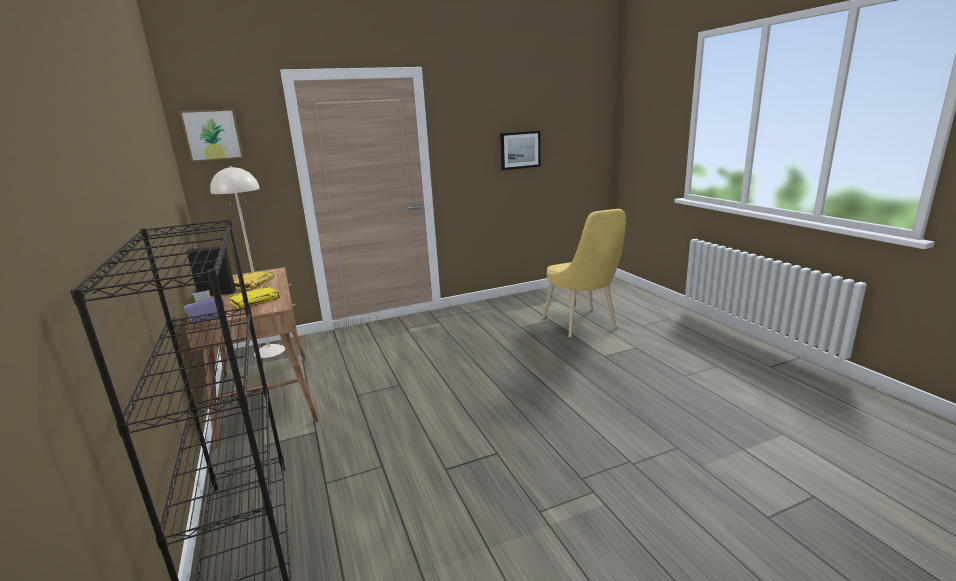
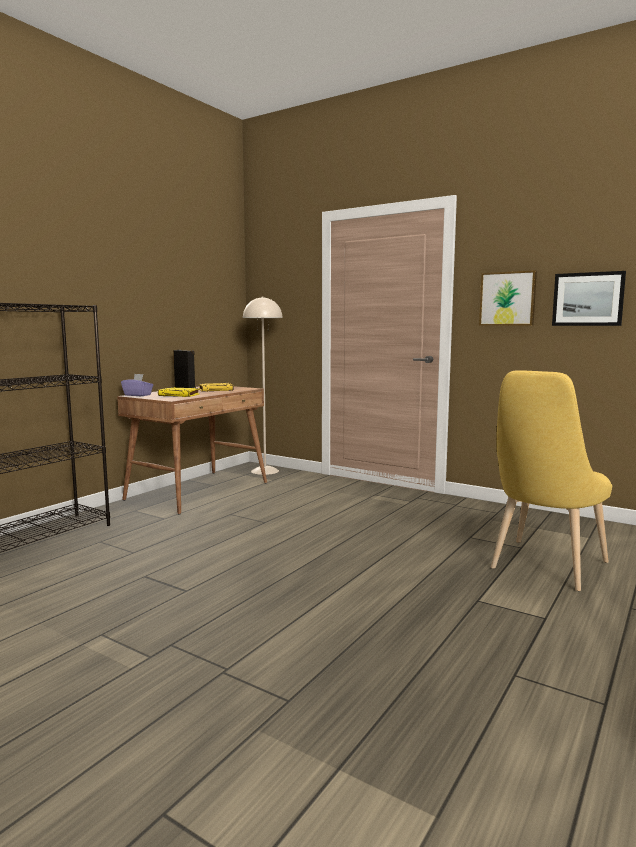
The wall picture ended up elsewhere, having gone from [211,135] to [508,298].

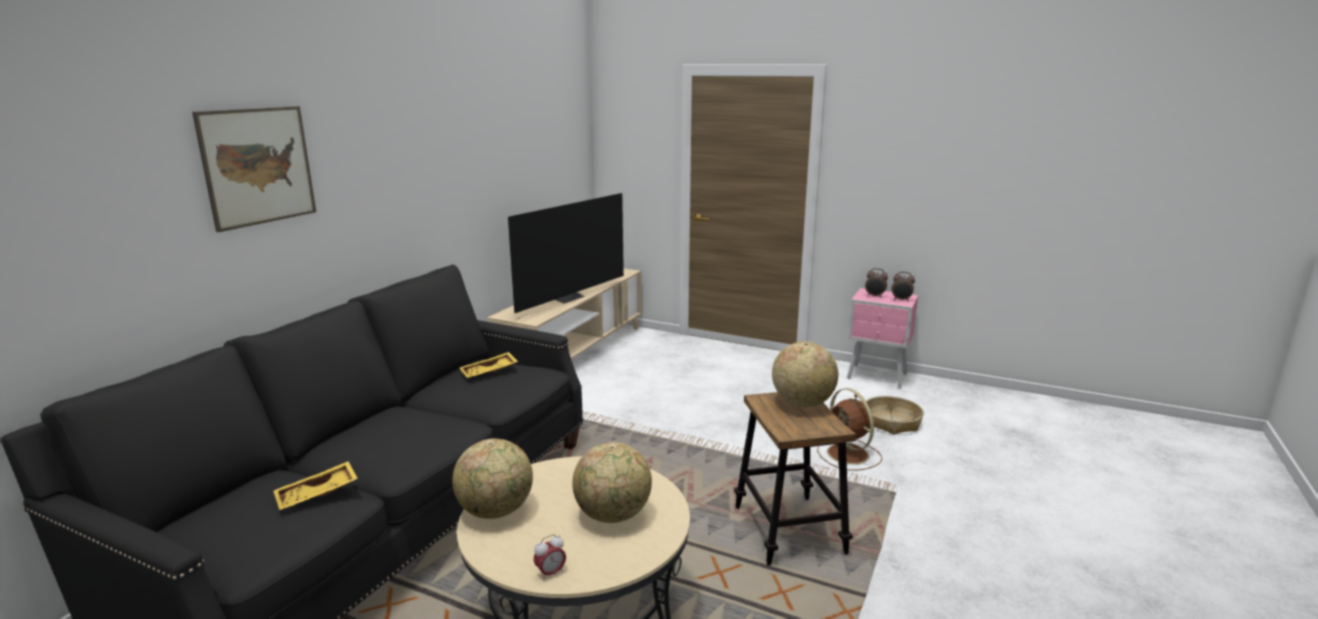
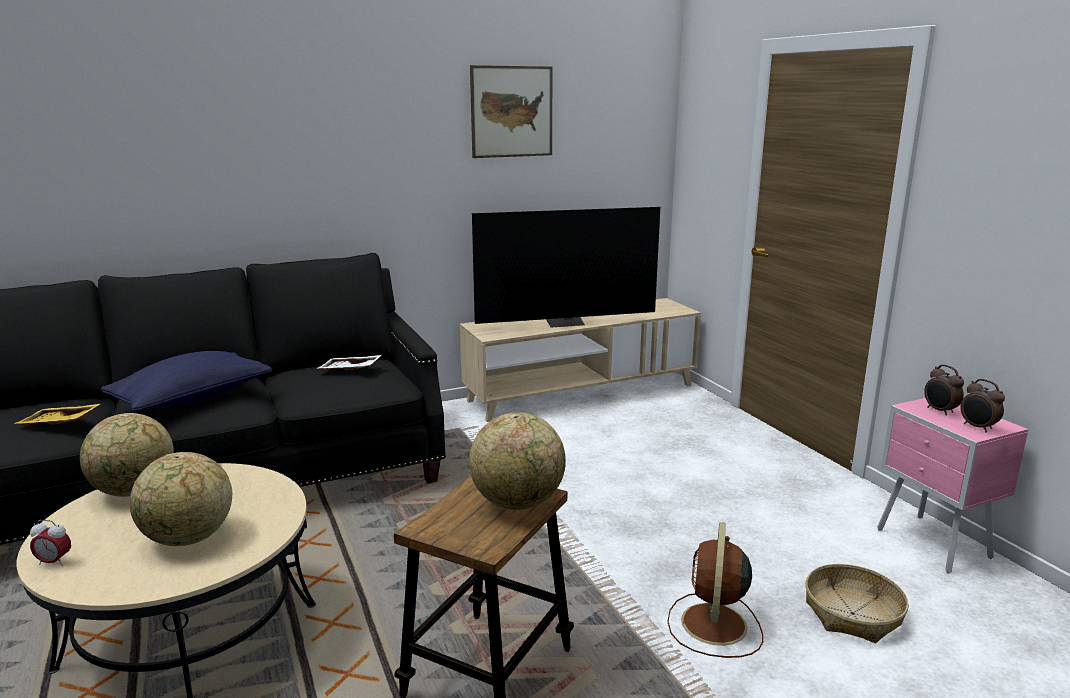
The second view gained the cushion (blue) at [186,381].
What was the carrying tray (yellow-coloured) at [489,365] turned into the carrying tray (white) at [350,362].
The wall picture ended up elsewhere, having gone from [254,169] to [511,111].

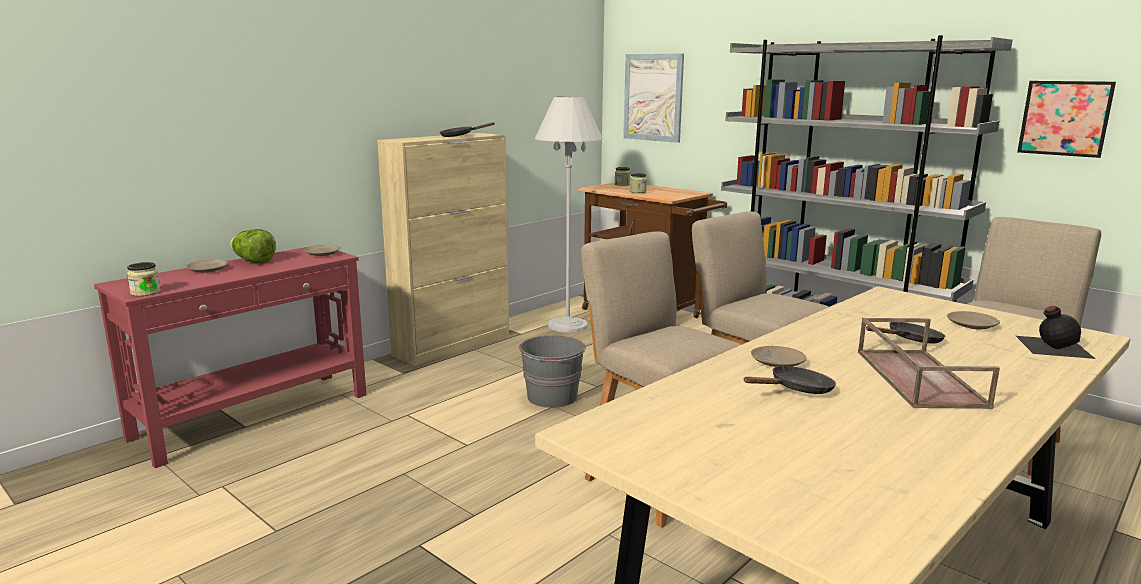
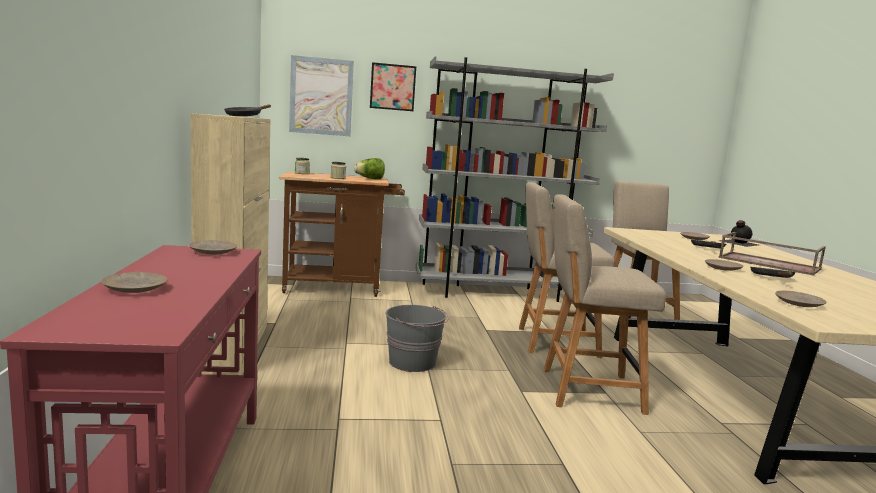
The lettuce head ended up elsewhere, having gone from [253,246] to [369,168].
The wall picture ended up elsewhere, having gone from [1066,119] to [393,86].
The second view gained the plate (sand-coloured) at [801,299].
The second view lost the jar at [144,279].
The second view lost the standing lamp (white) at [569,214].

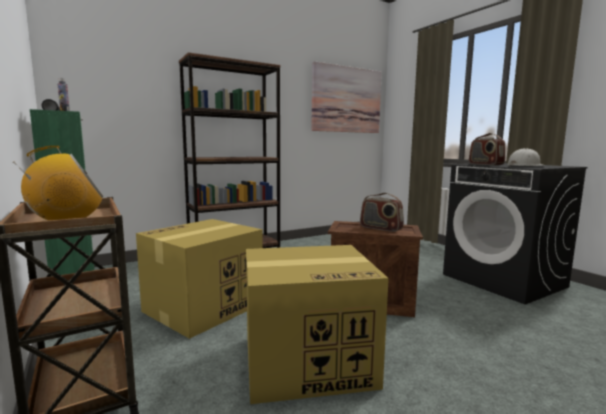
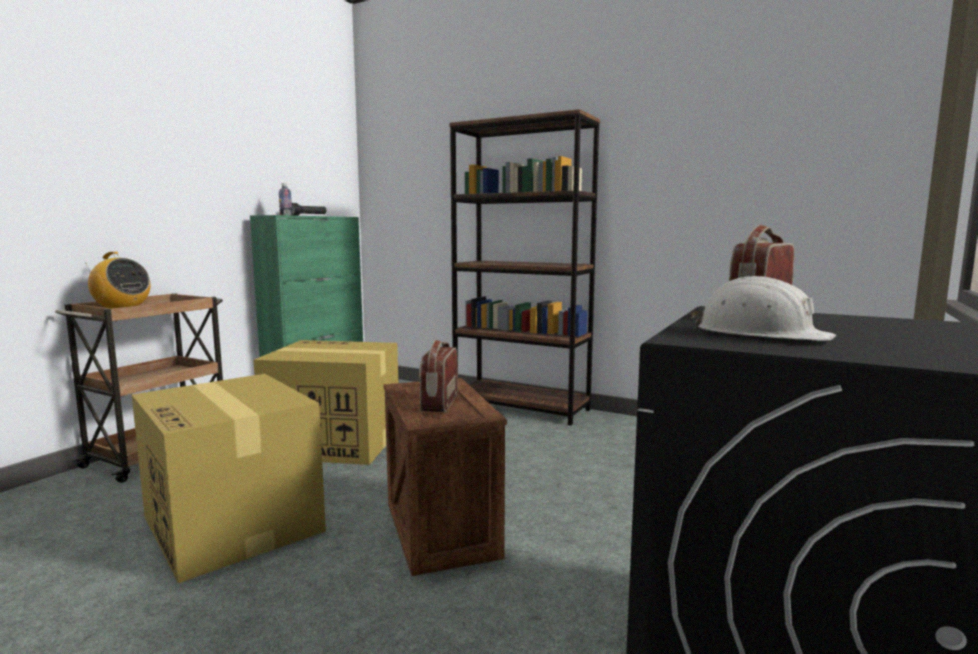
The second view lost the wall picture at [346,97].

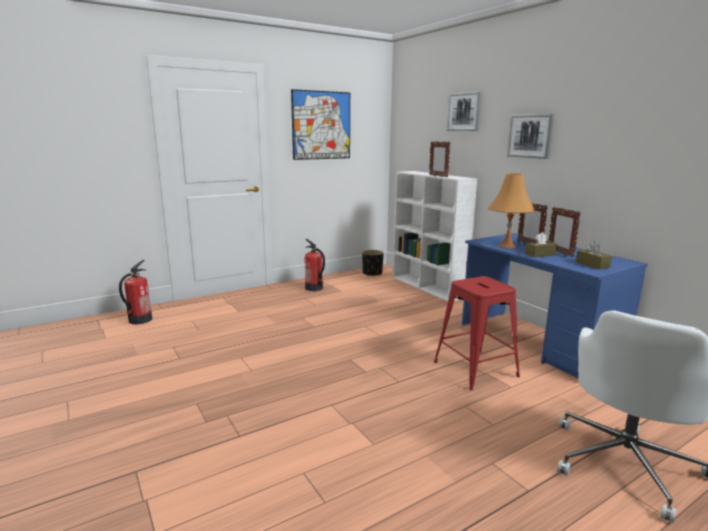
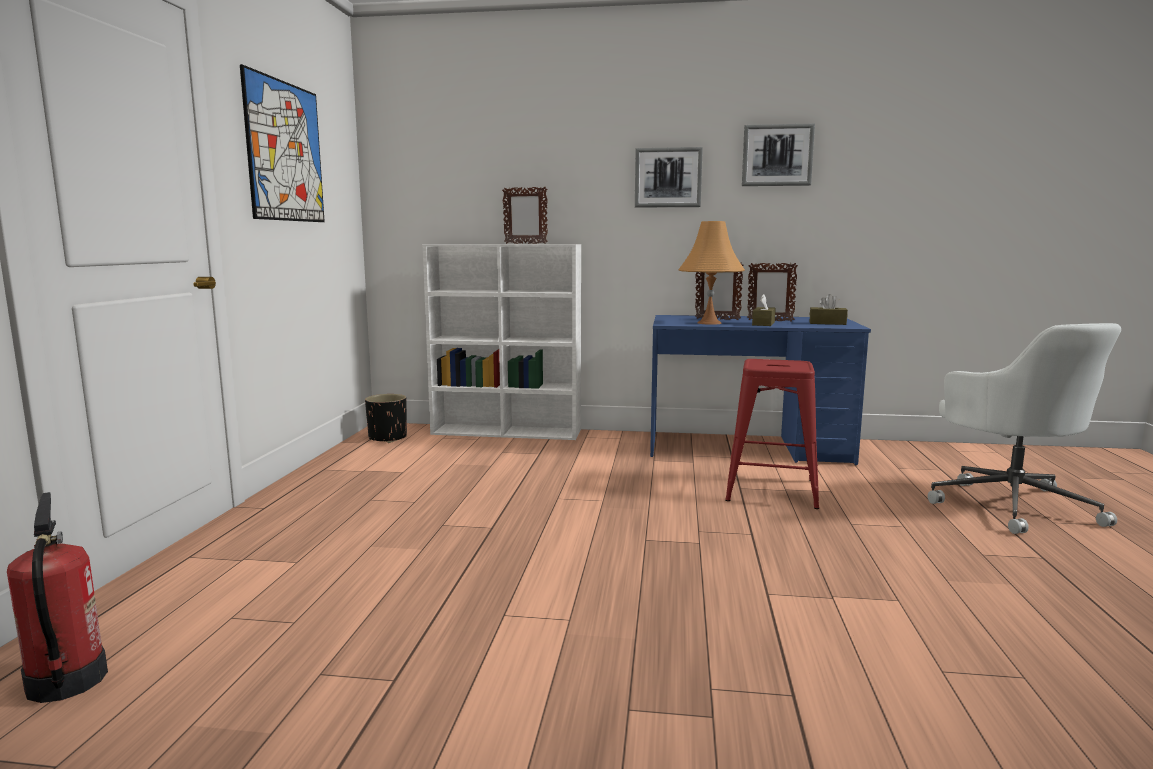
The wall picture ended up elsewhere, having gone from [464,111] to [778,154].
The second view lost the extinguisher at [315,265].

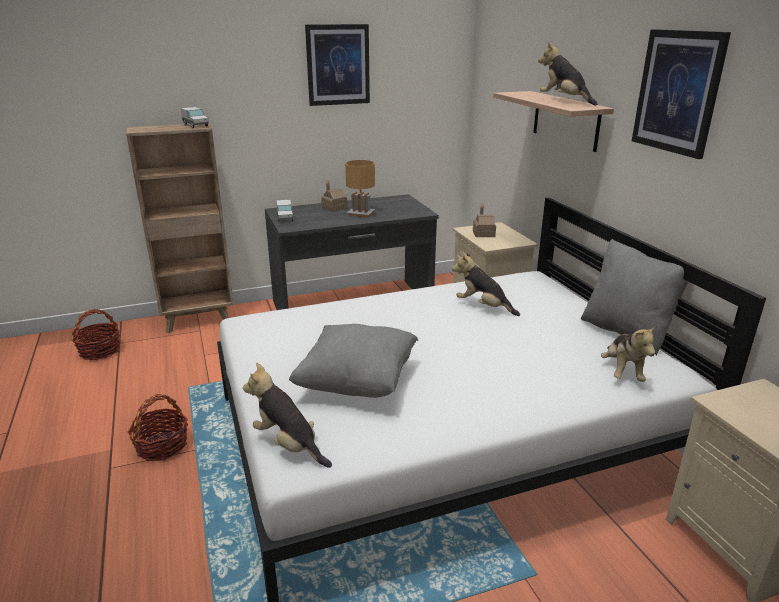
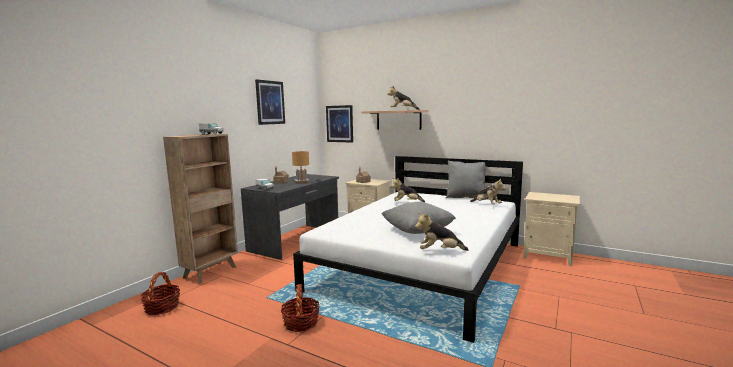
The wall picture ended up elsewhere, having gone from [681,94] to [339,124].

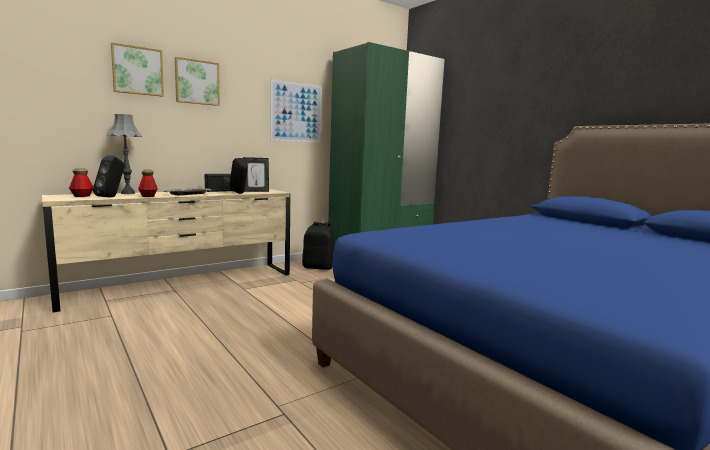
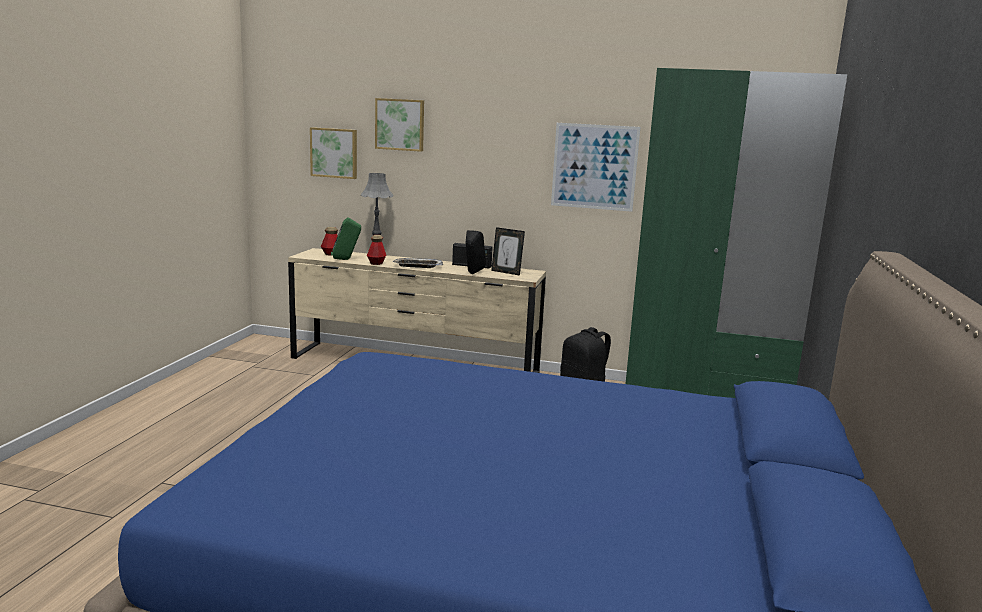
The wall picture ended up elsewhere, having gone from [197,81] to [333,153].
What was the speaker (blackish) at [109,176] turned into the speaker (green) at [346,238].

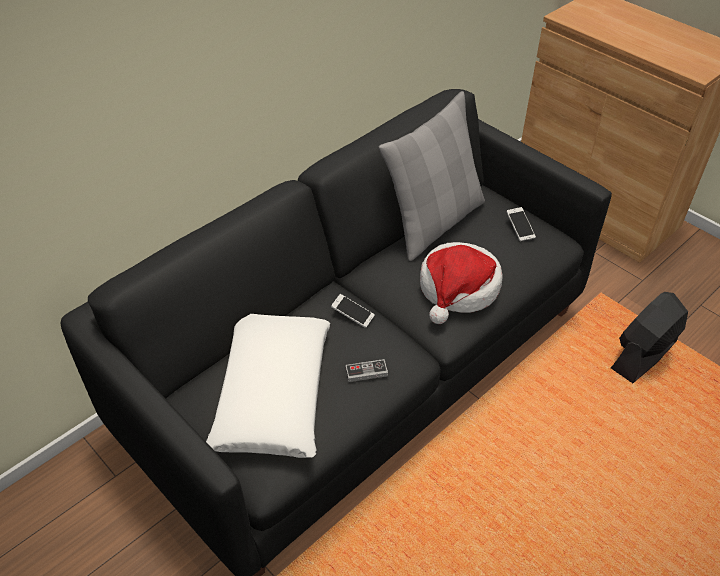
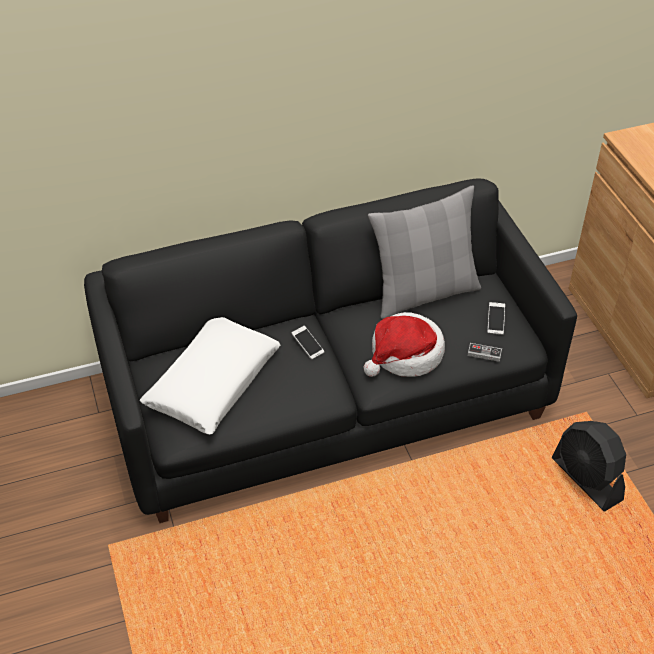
The gamepad ended up elsewhere, having gone from [366,370] to [485,352].
The electric fan (blackish) at [649,337] ended up facing another way, 105 degrees counterclockwise from before.

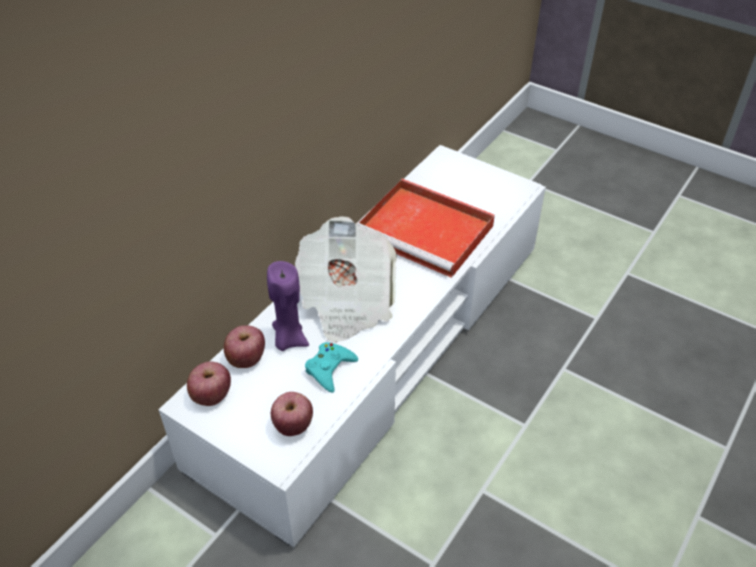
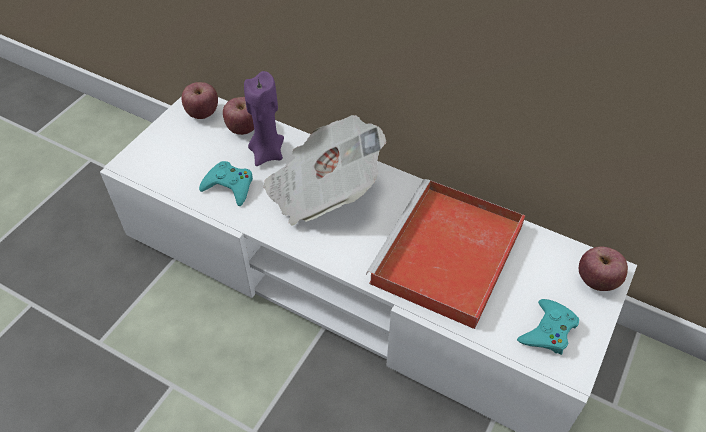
The second view gained the gamepad (turquoise-coloured) at [548,327].
The apple fruit ended up elsewhere, having gone from [292,414] to [603,268].

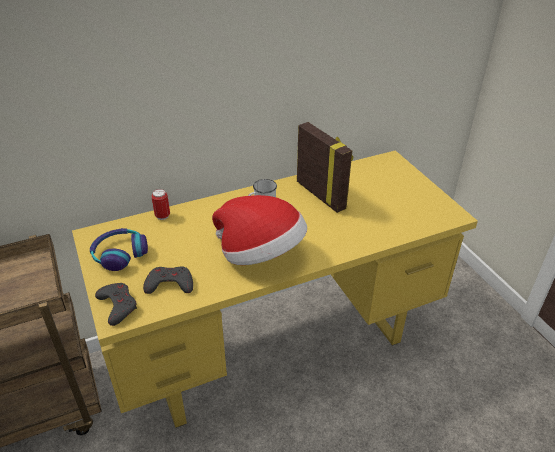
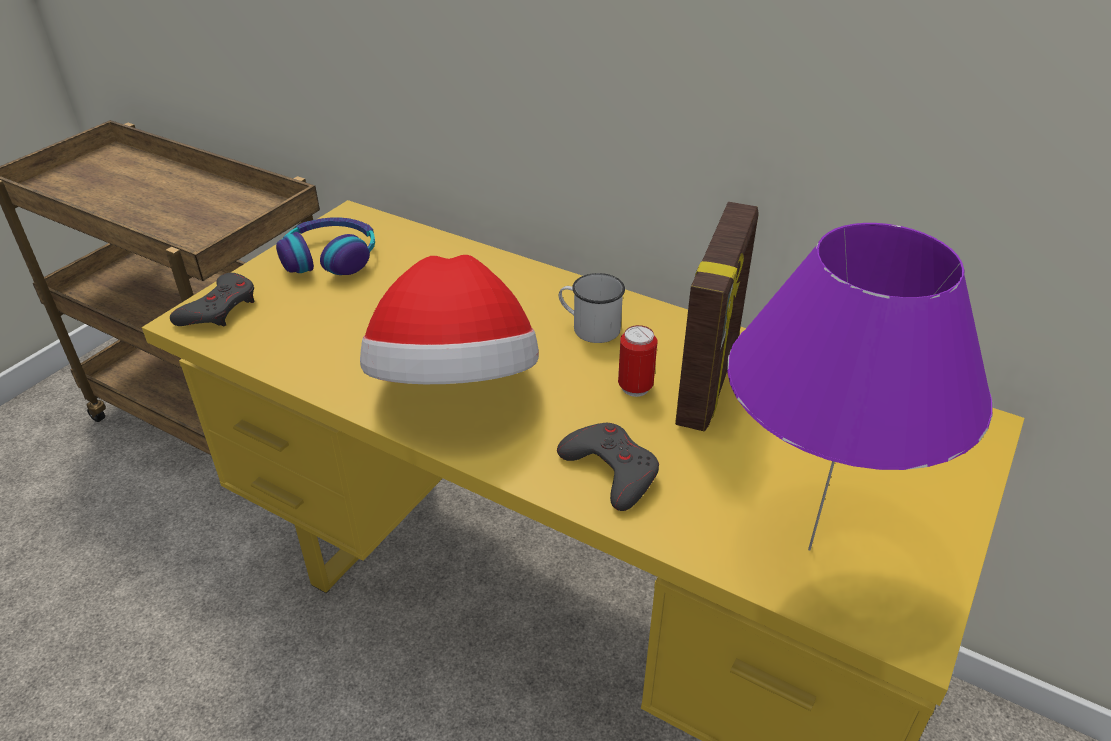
The gamepad (grey) ended up elsewhere, having gone from [168,280] to [608,467].
The sealed can ended up elsewhere, having gone from [160,204] to [637,361].
The second view gained the tabletop lamp (purple-coloured) at [860,387].

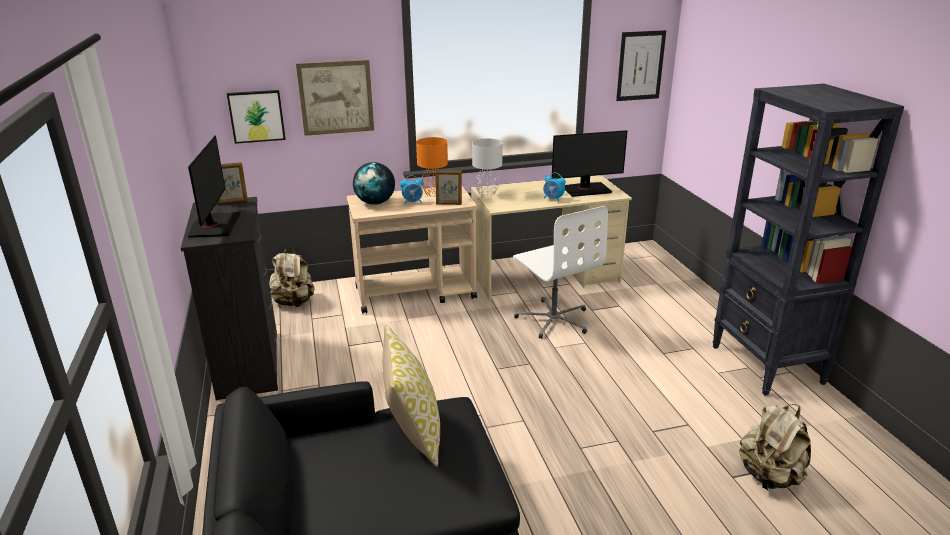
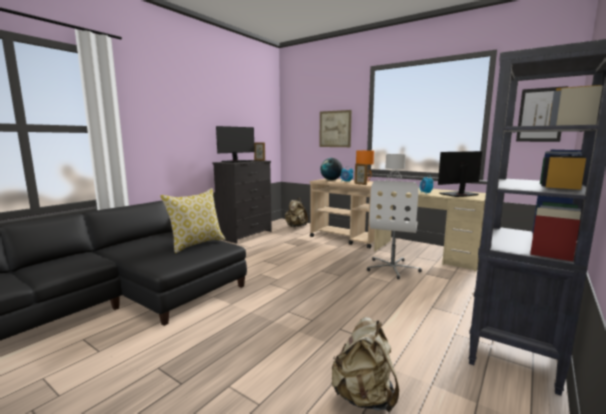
The computer display at [590,163] ended up facing another way, 120 degrees clockwise from before.
The second view lost the wall picture at [256,117].

